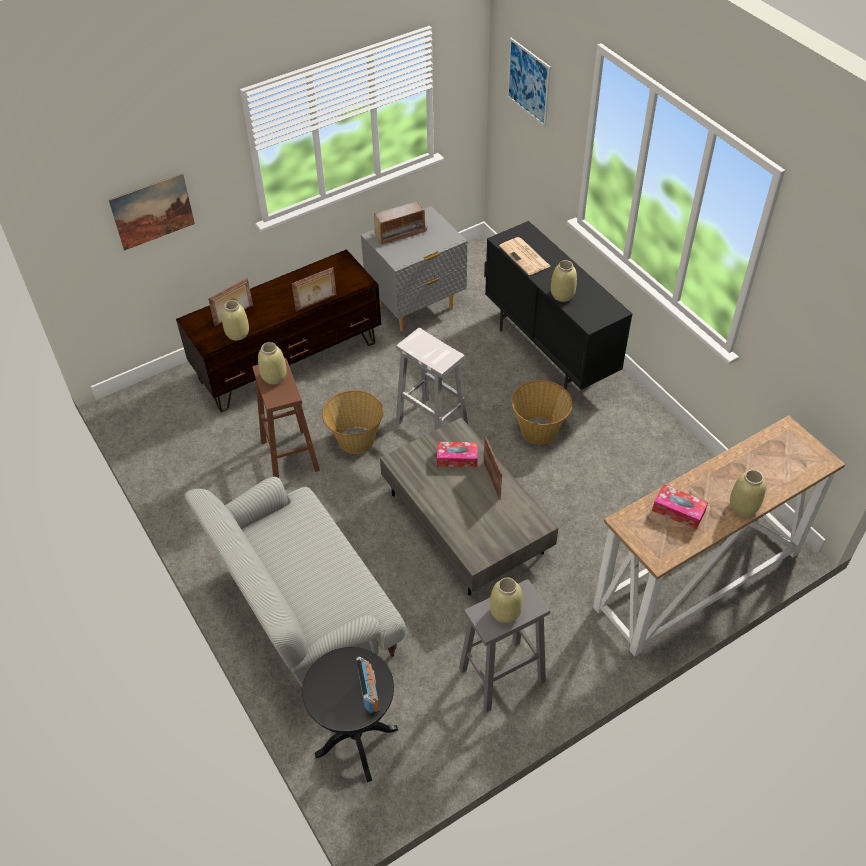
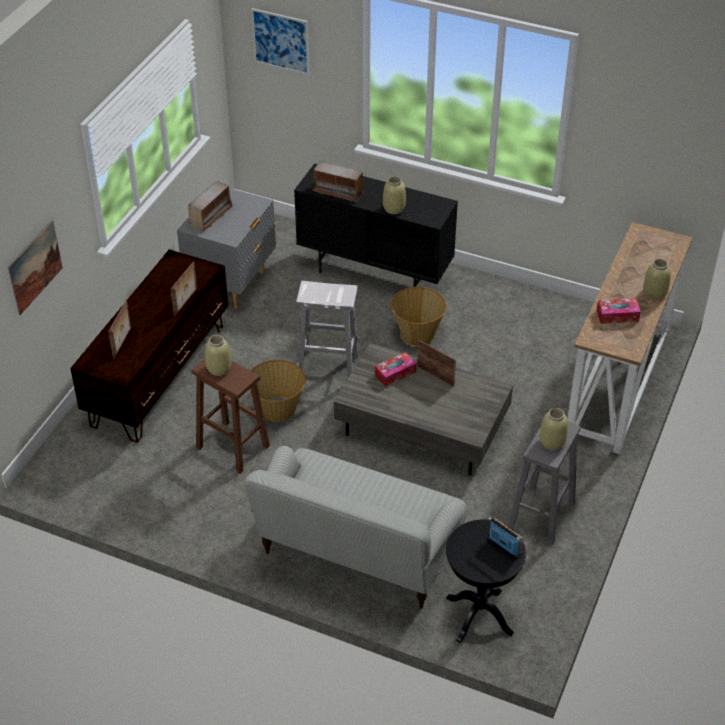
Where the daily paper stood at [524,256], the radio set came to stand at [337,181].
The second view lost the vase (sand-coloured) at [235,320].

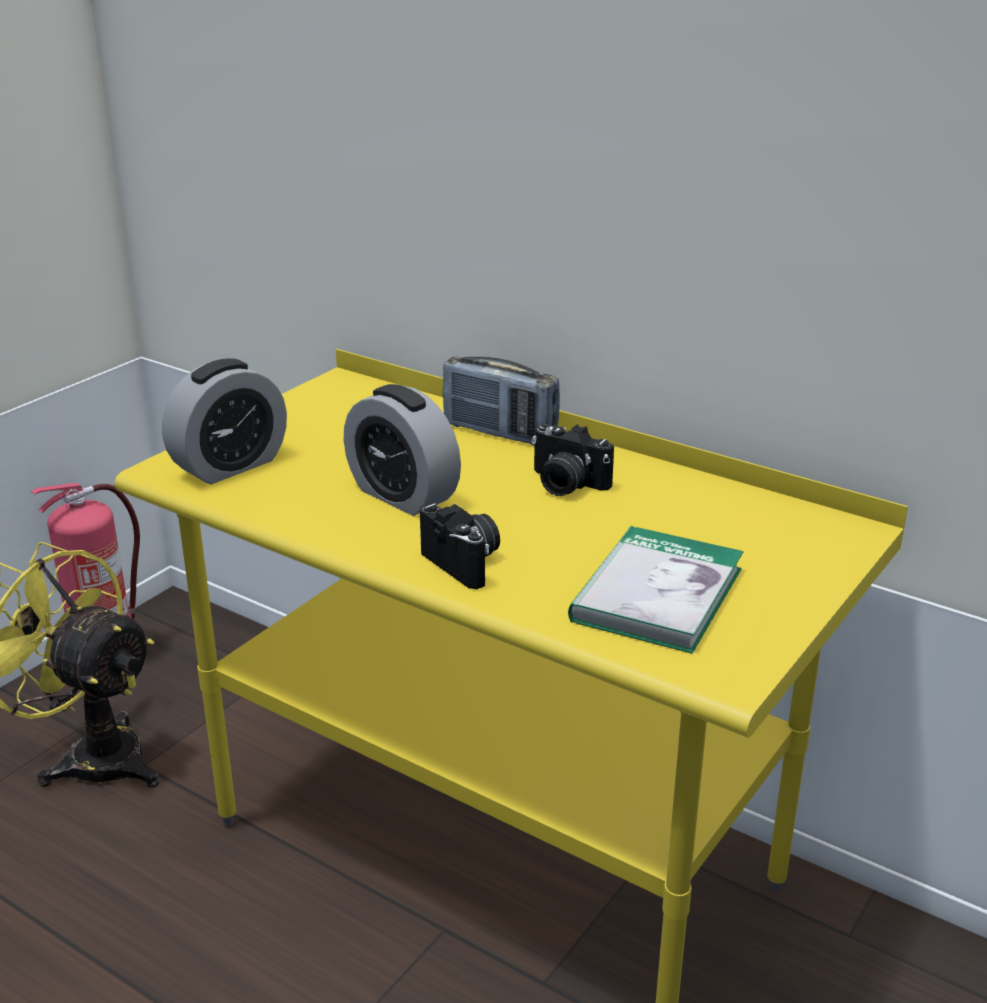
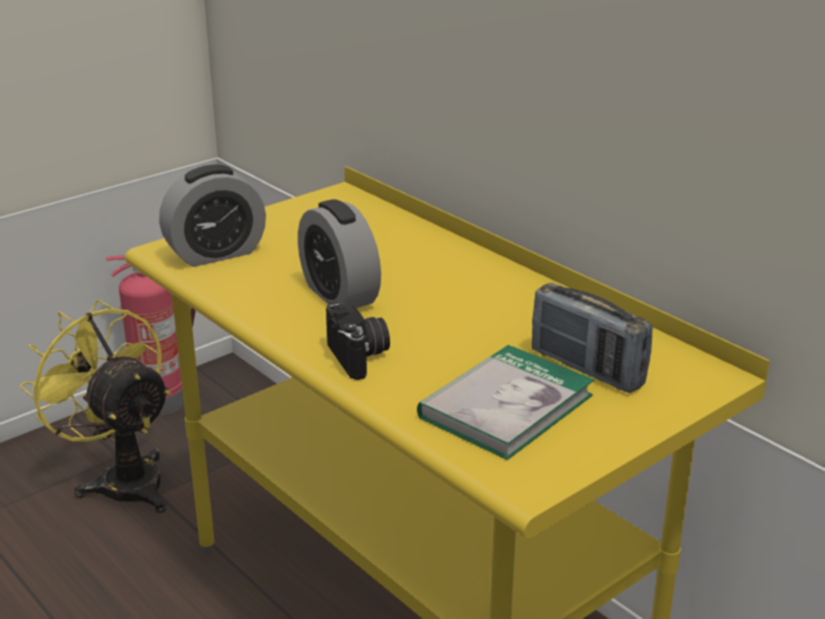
The radio set ended up elsewhere, having gone from [501,401] to [592,338].
The second view lost the still camera at [573,460].

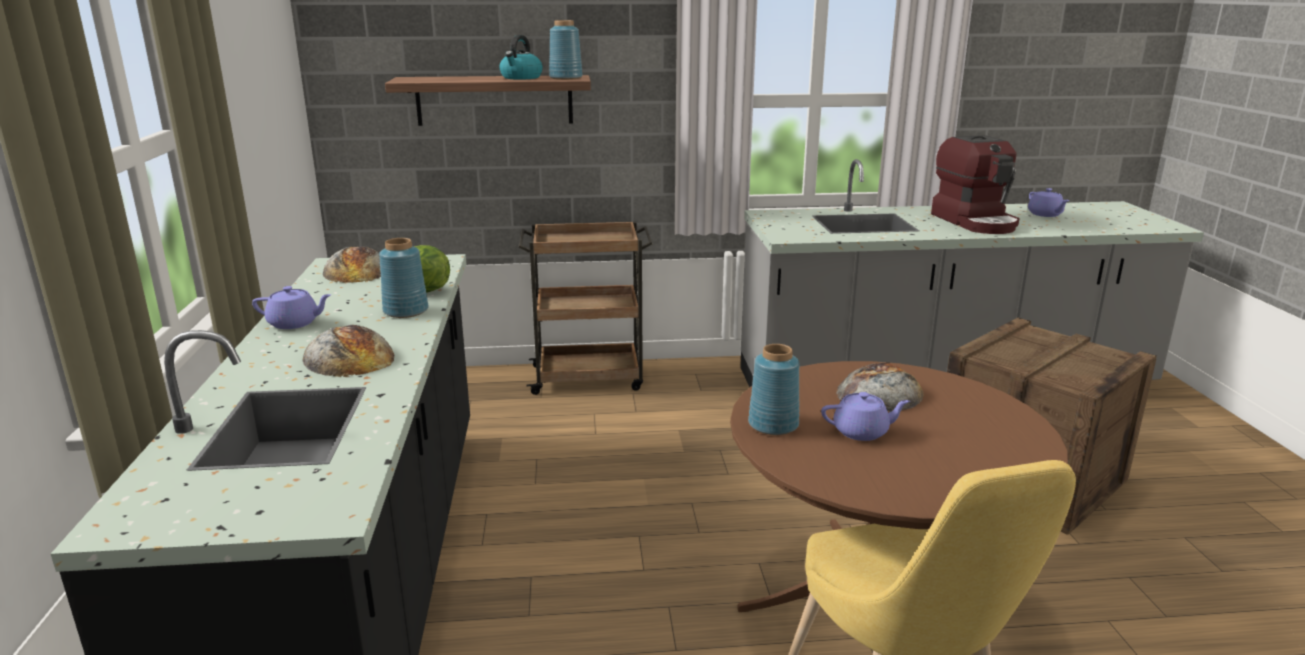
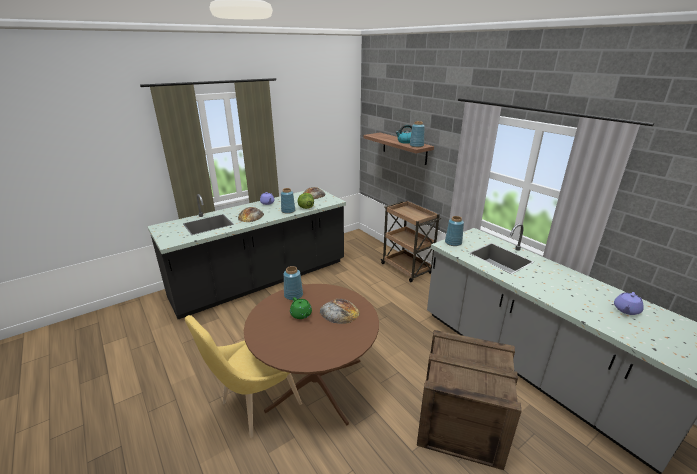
What was the pot for tea (purple-coloured) at [865,416] turned into the pot for tea (green) at [301,308].
The second view gained the vase (blue) at [454,231].
The second view lost the coffee maker at [975,184].

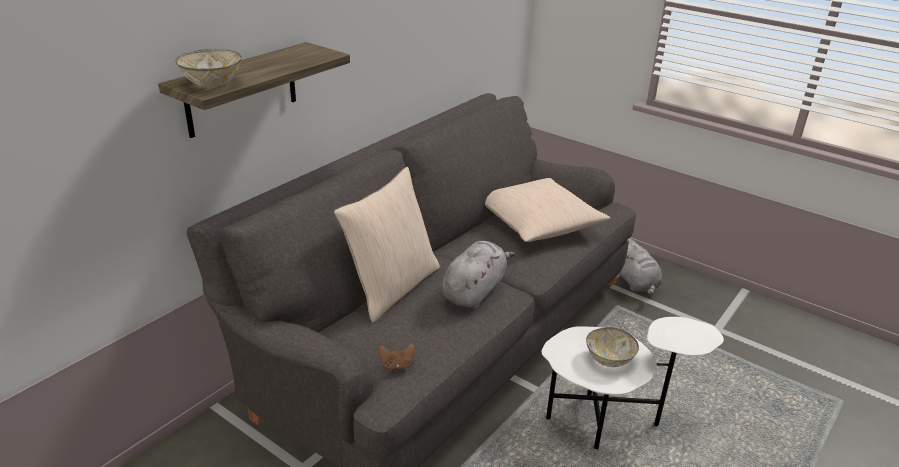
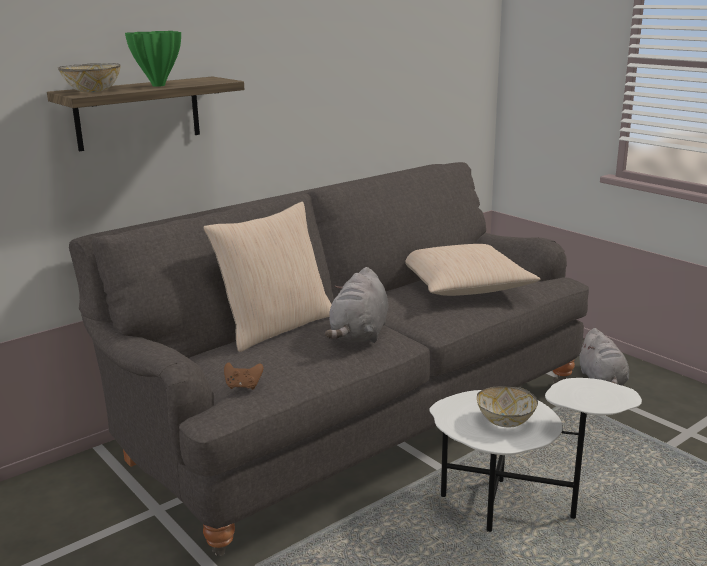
The second view gained the vase (green) at [153,59].
The cuddly toy (grey) at [478,275] ended up facing another way, 150 degrees clockwise from before.

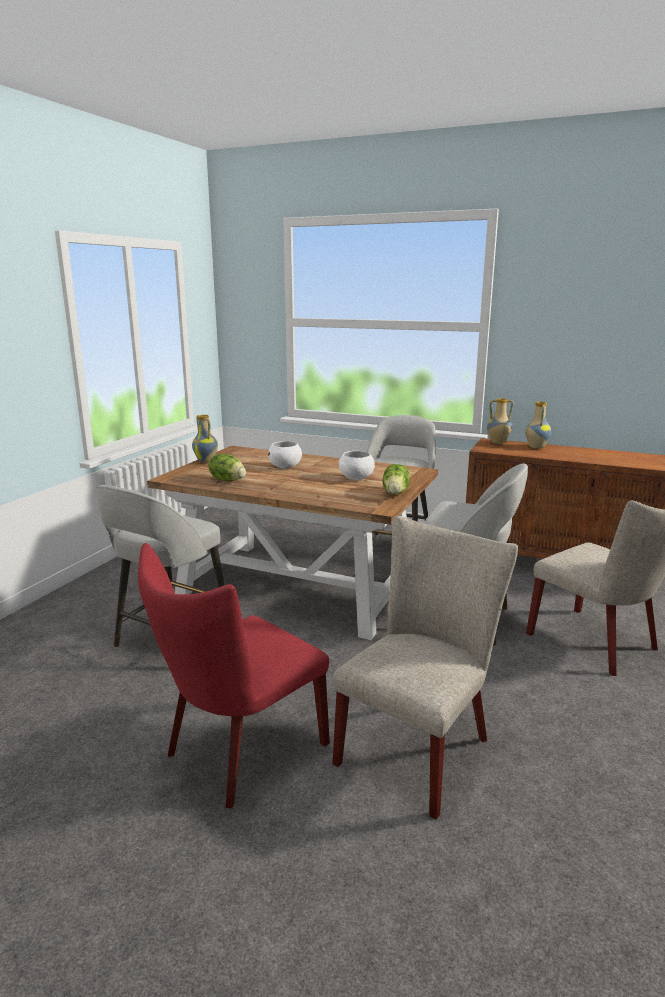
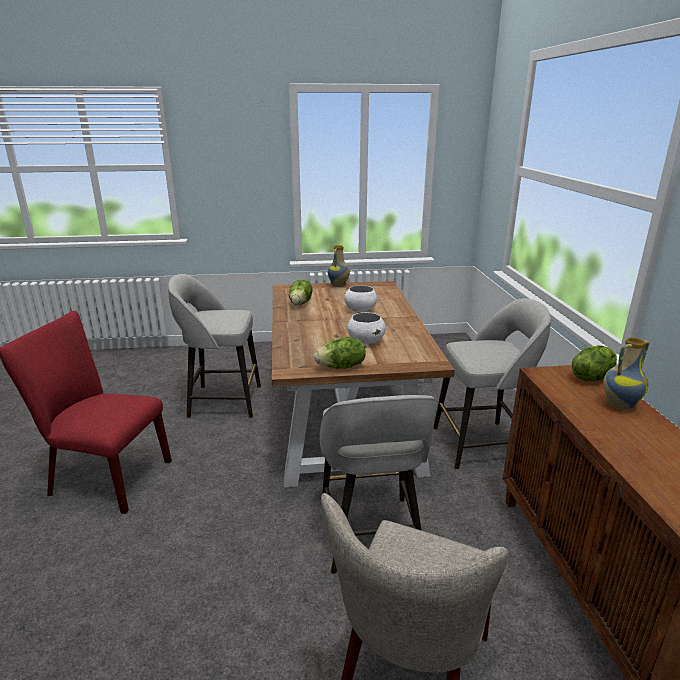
Where the vase stood at [500,421], the lettuce head came to stand at [594,363].
The second view lost the chair (sand-coloured) at [425,668].

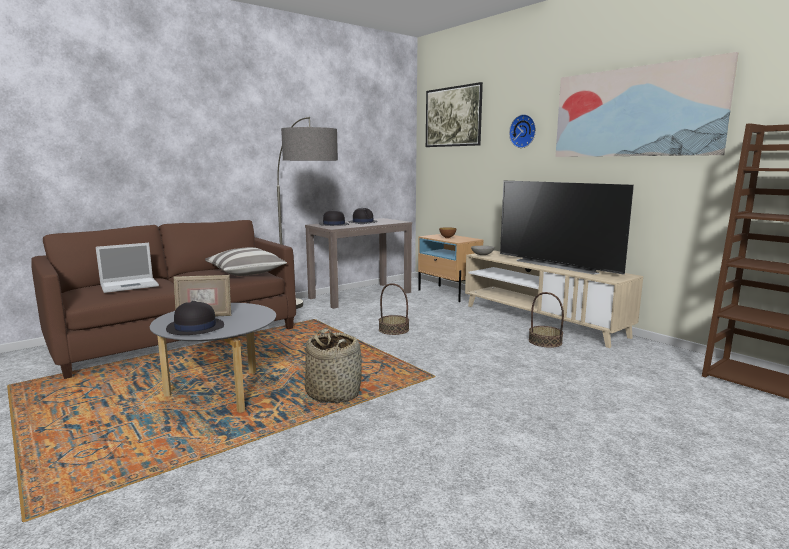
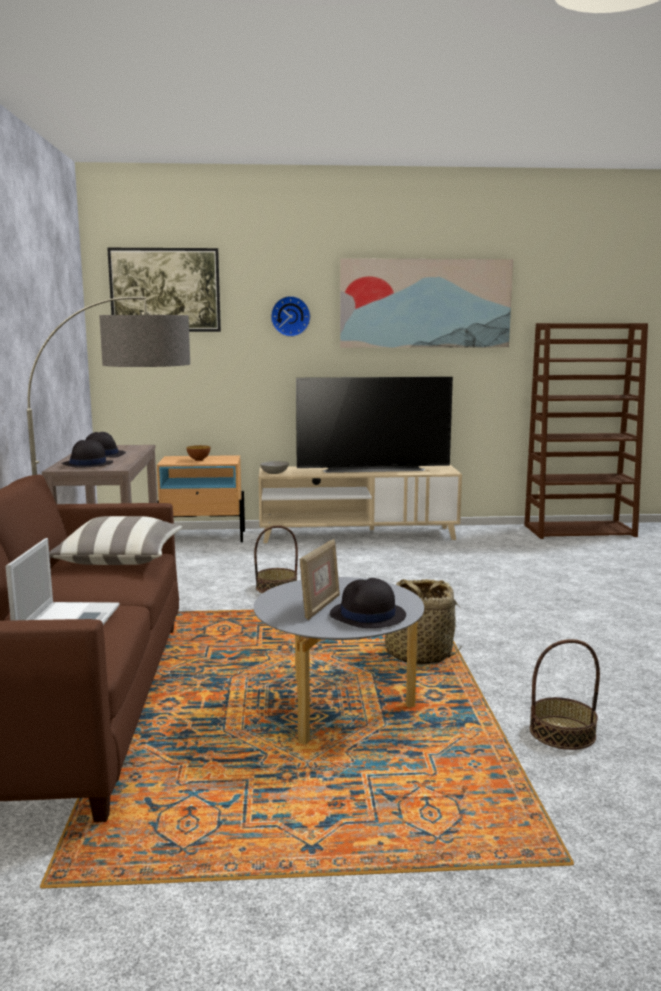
The household basket ended up elsewhere, having gone from [546,320] to [565,694].

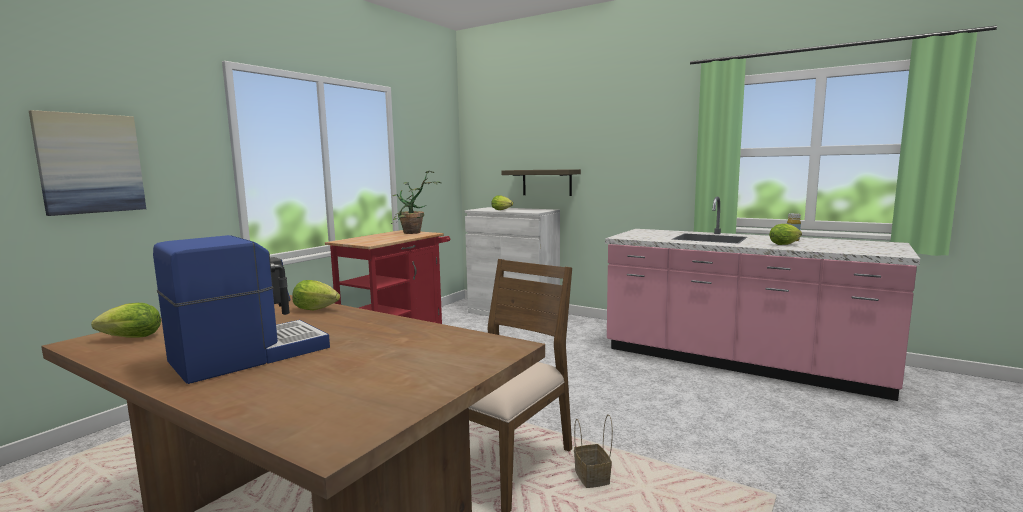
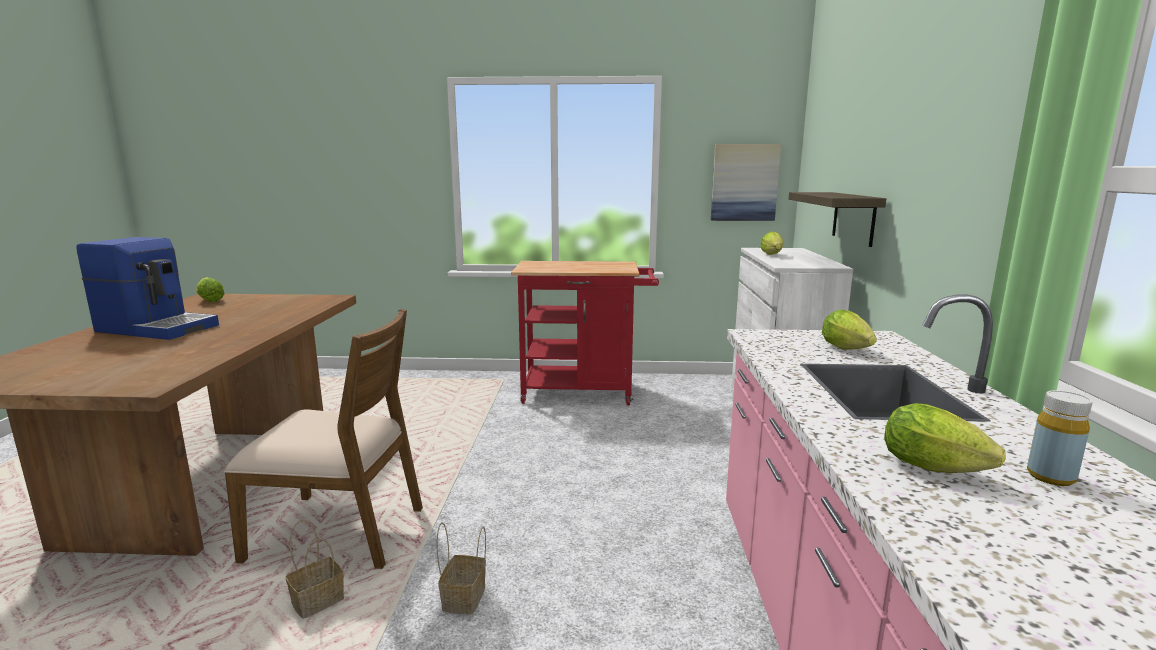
The second view gained the household basket at [461,568].
The wall picture ended up elsewhere, having gone from [87,163] to [746,182].
The lettuce head ended up elsewhere, having gone from [316,295] to [849,329].
The second view lost the potted plant at [416,202].

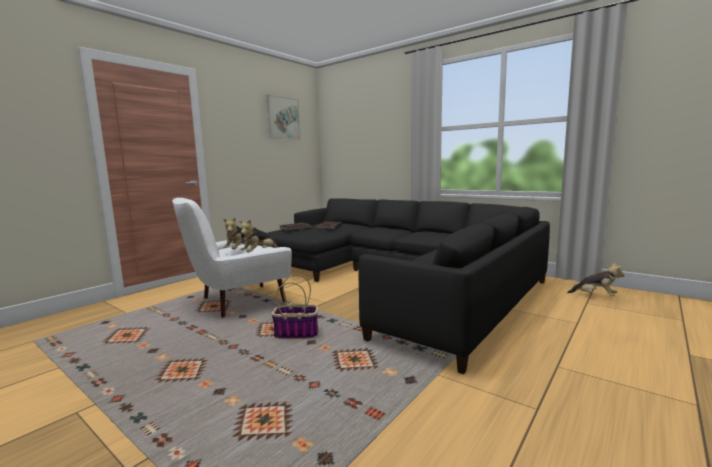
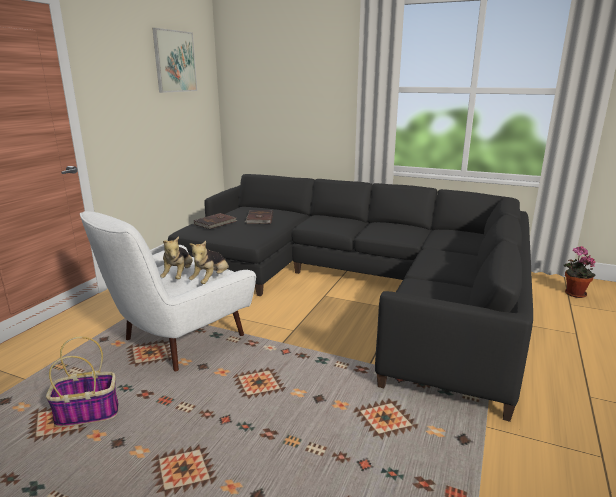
The household basket ended up elsewhere, having gone from [294,307] to [82,382].
Where the cuddly toy stood at [595,279], the potted plant came to stand at [579,272].

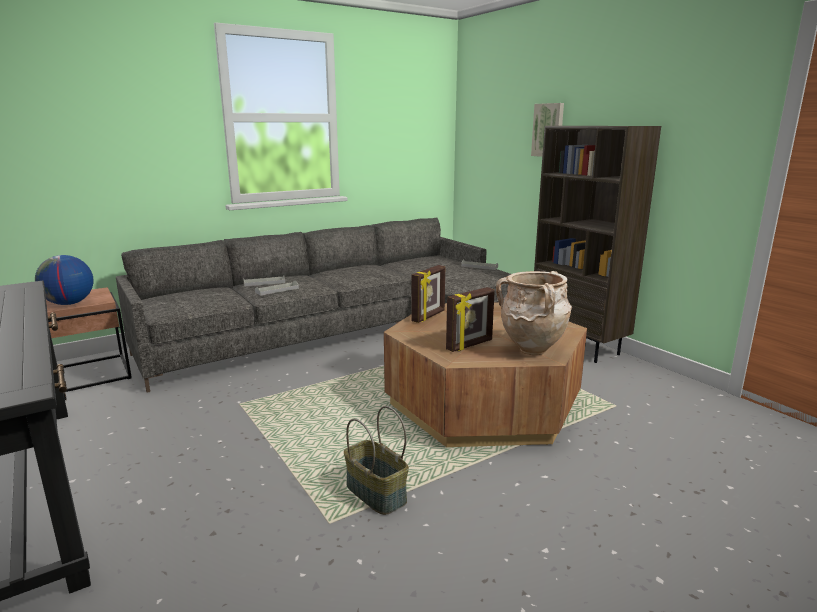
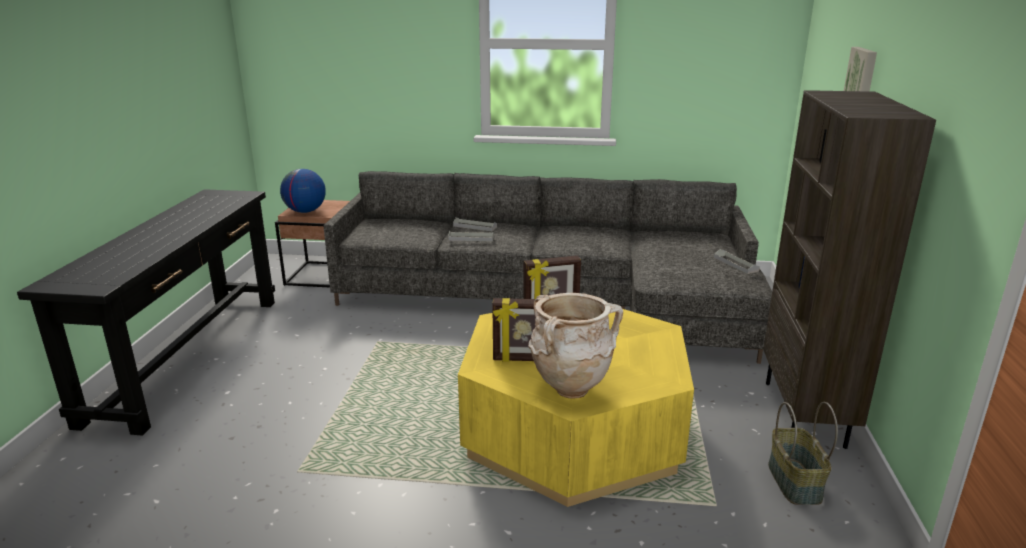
What was the low table (brown-coloured) at [485,375] turned into the low table (yellow-coloured) at [576,408].
The household basket ended up elsewhere, having gone from [376,460] to [803,453].

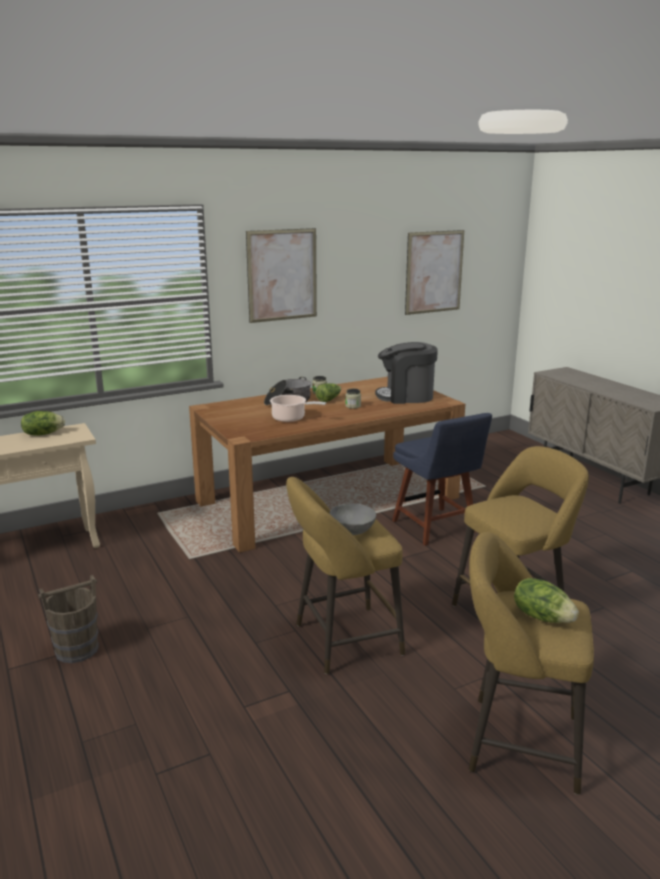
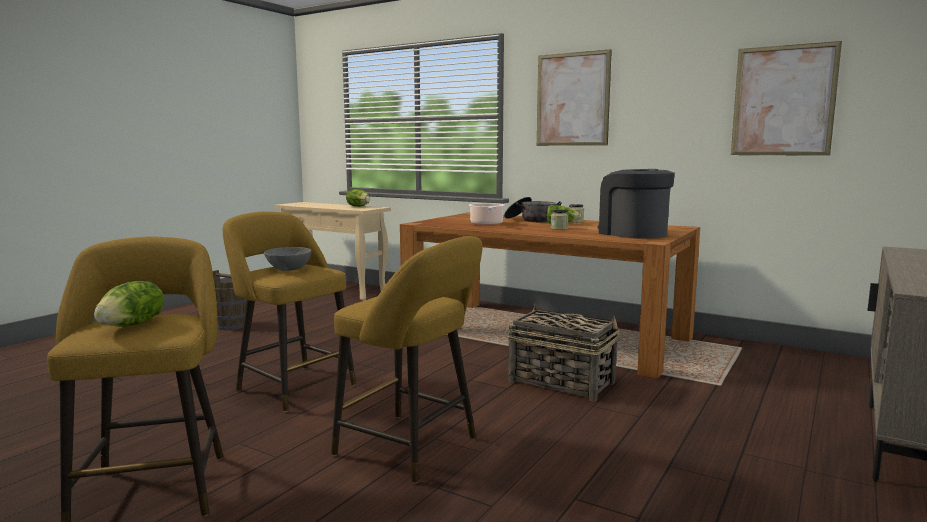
Where the chair (blue) stood at [442,479], the household basket came to stand at [563,352].

